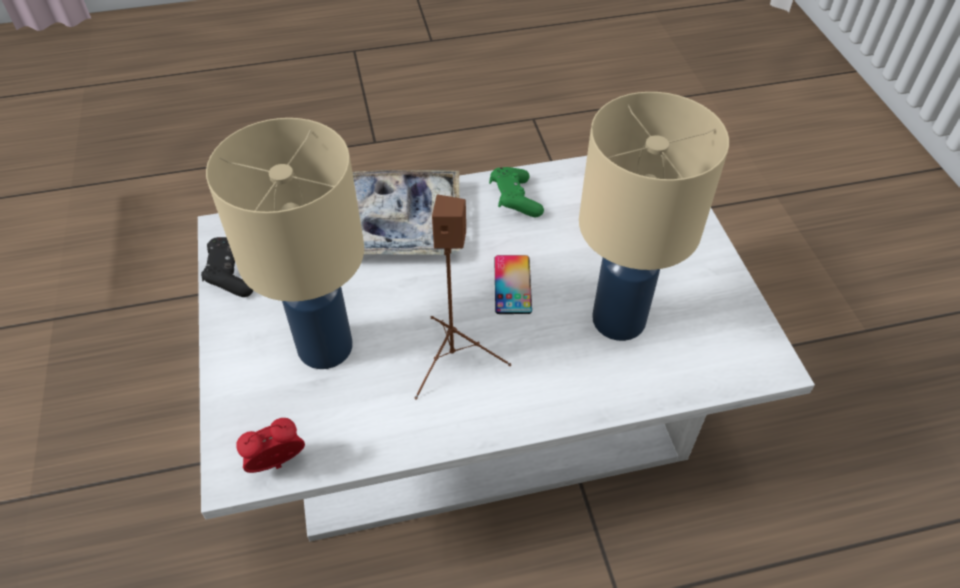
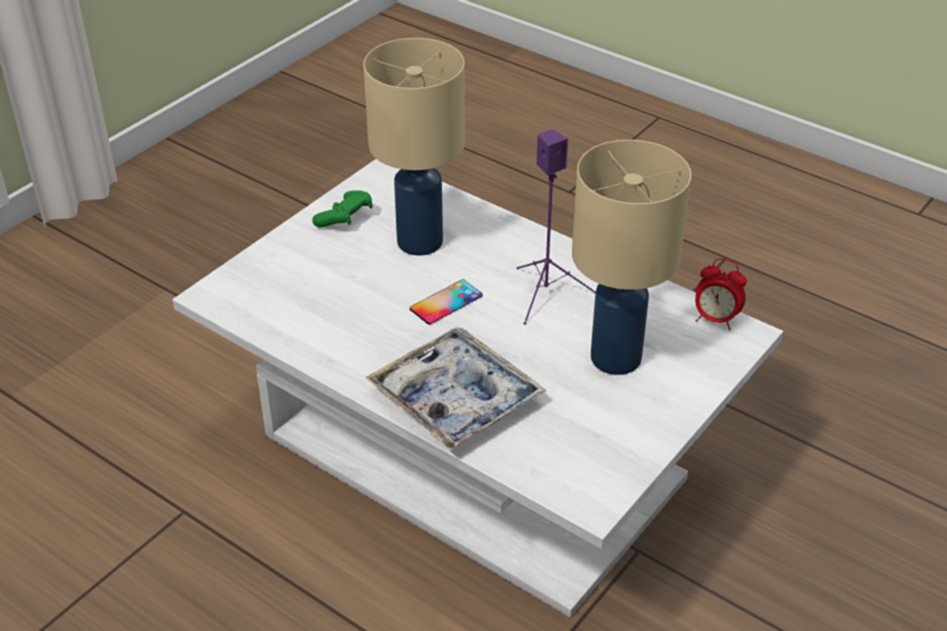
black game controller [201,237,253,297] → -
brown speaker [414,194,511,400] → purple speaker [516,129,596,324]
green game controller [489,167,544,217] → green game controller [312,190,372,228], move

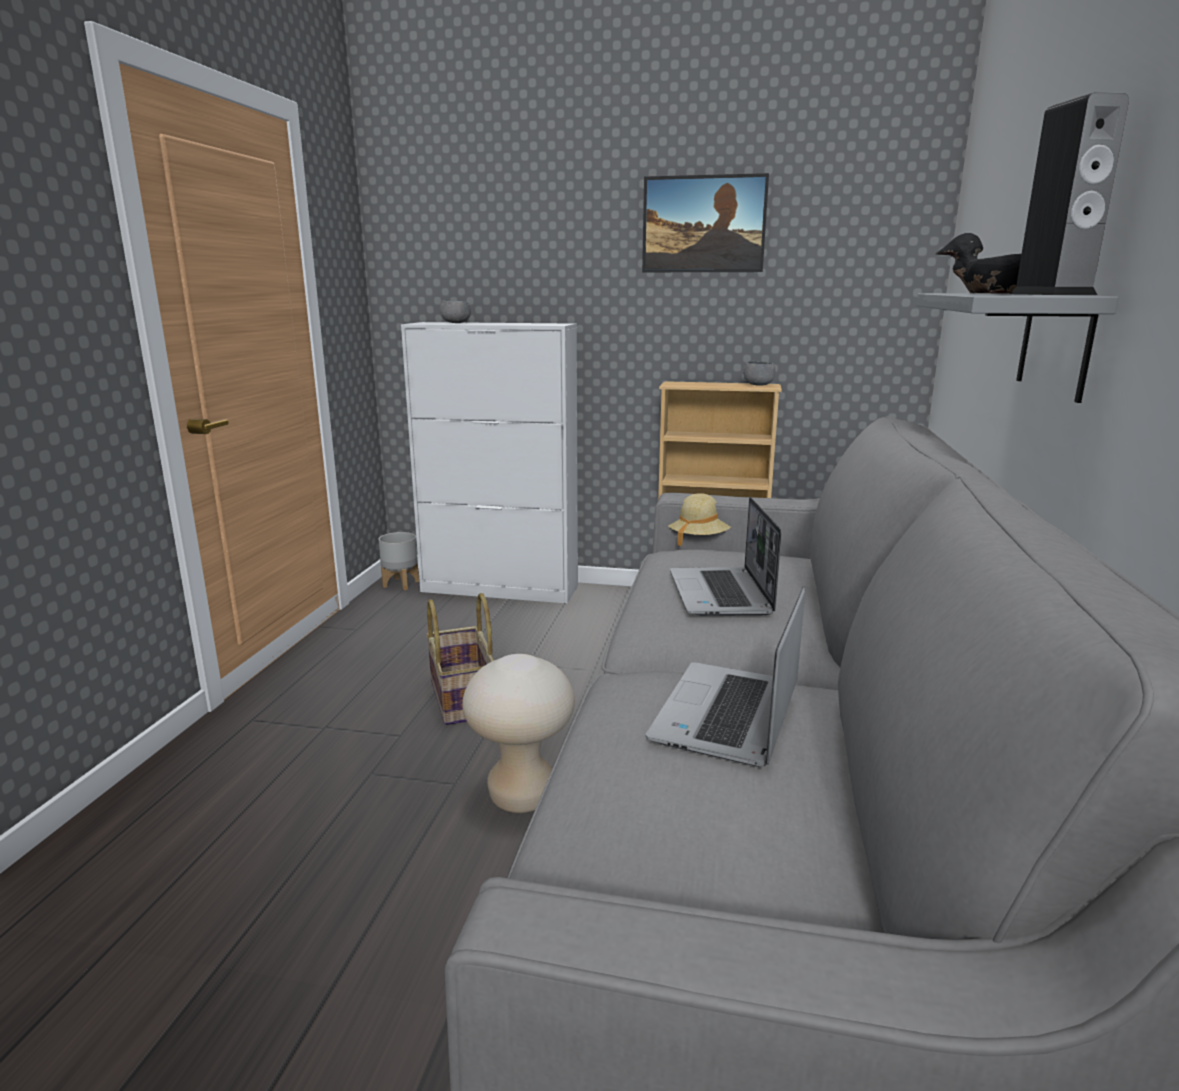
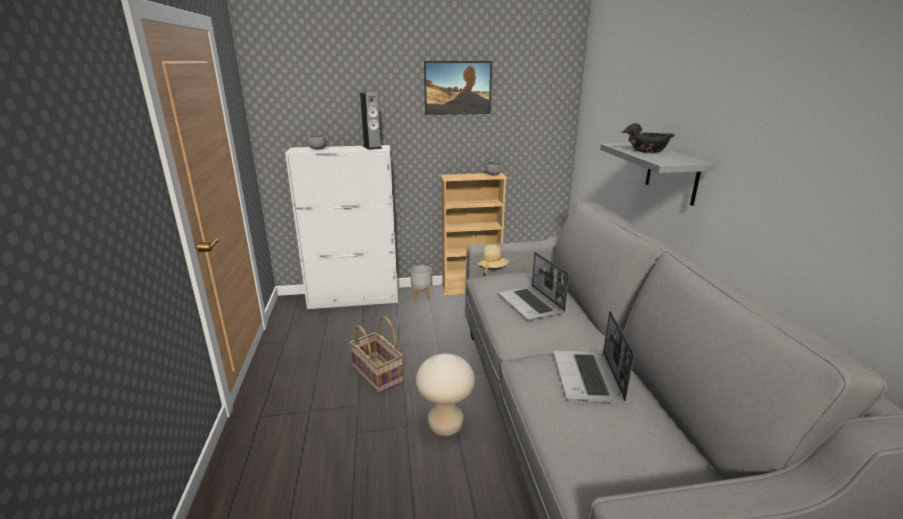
grey planter [379,532,419,590] → grey planter [410,266,432,300], move
speaker [1010,92,1129,295] → speaker [360,91,382,150], move

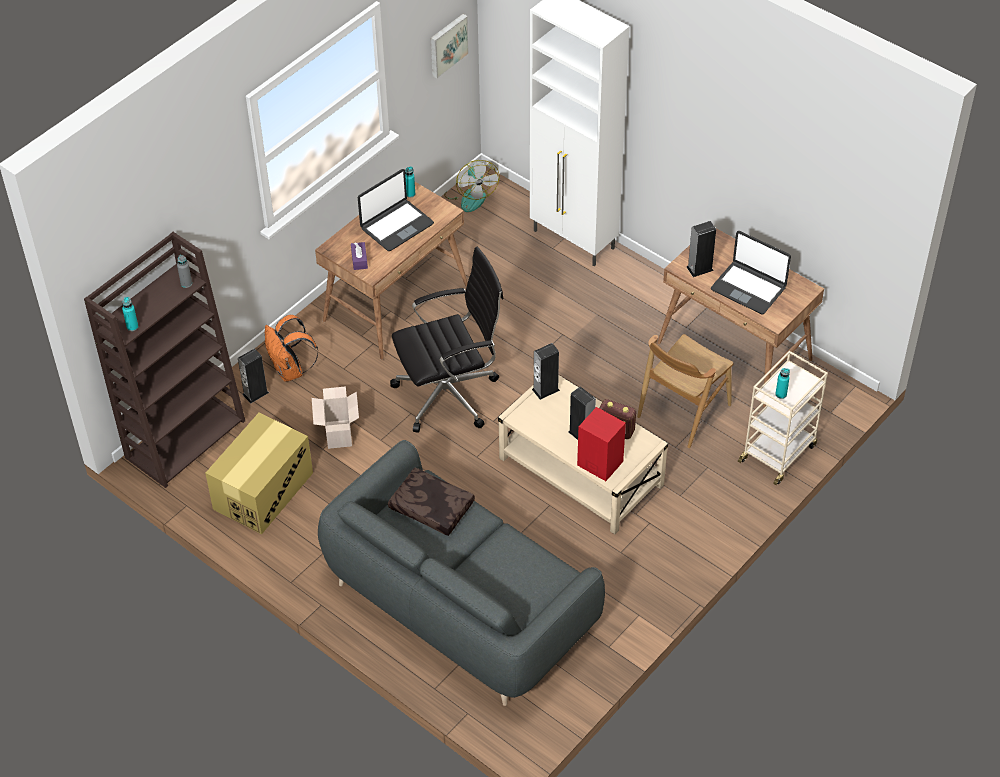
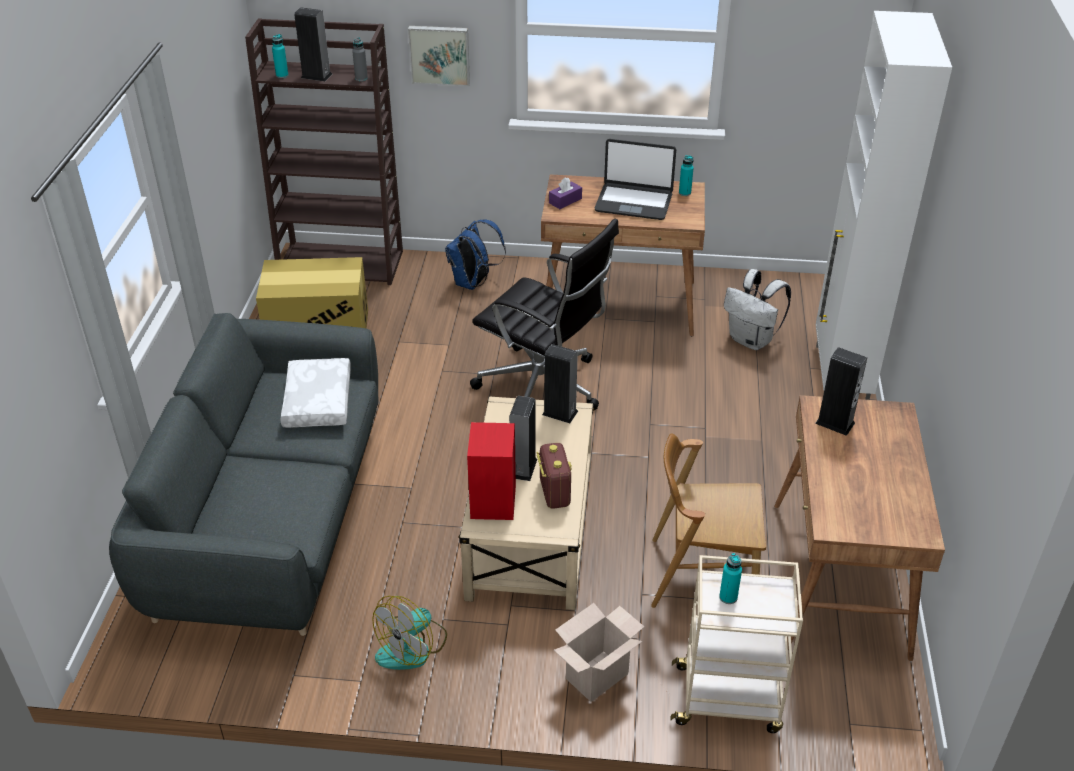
speaker [238,348,269,403] → speaker [294,7,332,81], move
orange backpack [265,315,318,382] → blue backpack [445,220,506,290]
cardboard box [312,386,359,449] → cardboard box [554,603,644,702], move
brown pillow [388,467,475,536] → white pillow [280,358,351,428]
picture [431,14,469,79] → picture [408,26,470,86], move
fan [444,160,500,212] → fan [372,596,447,670], move
laptop [711,231,791,314] → -
- → white backpack [724,269,791,350]

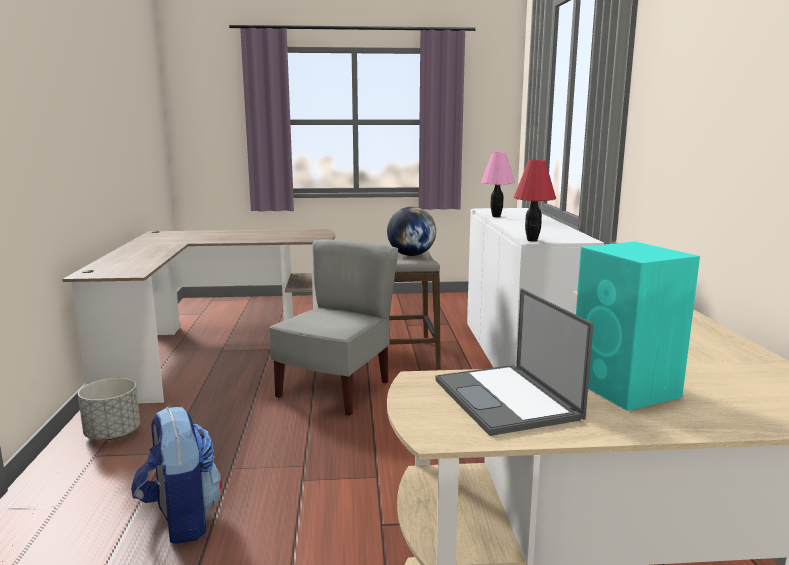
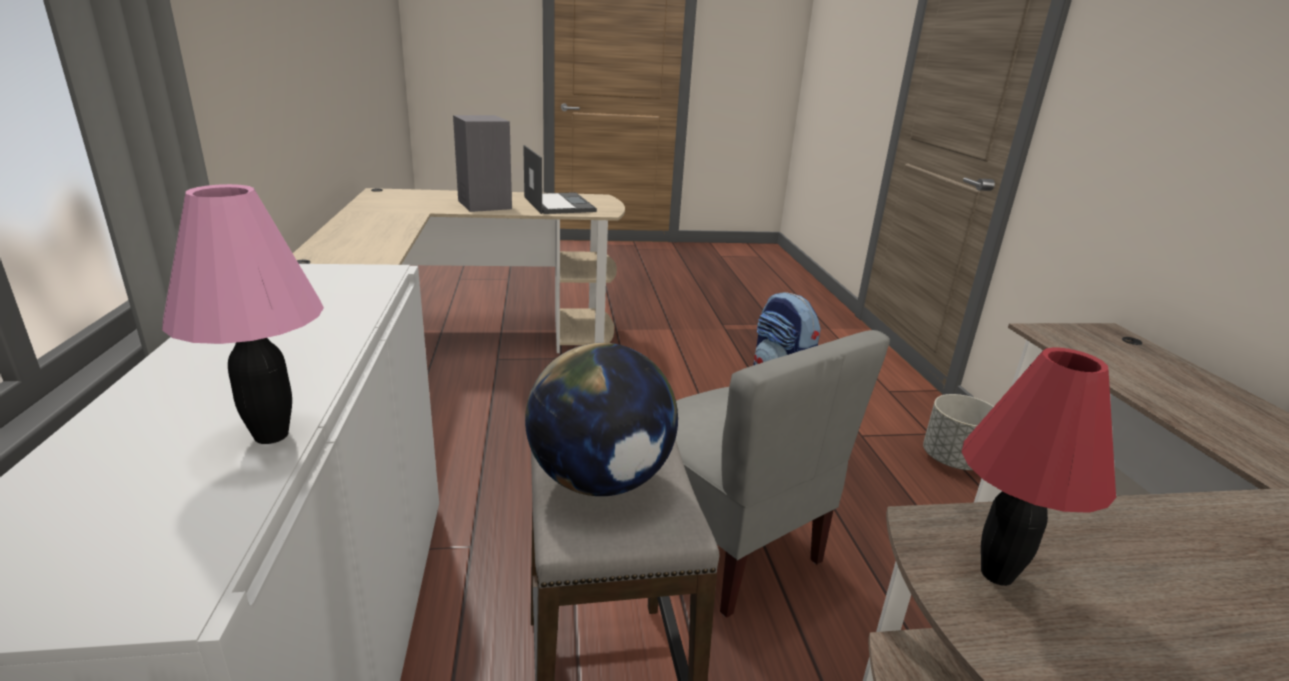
grey chair [269,240,398,416] → grey chair [676,330,890,618], 60 degrees counterclockwise
red table lamp [514,160,556,241] → red table lamp [962,347,1116,586], move
turquoise speaker [576,241,700,411] → grey speaker [453,115,512,212]

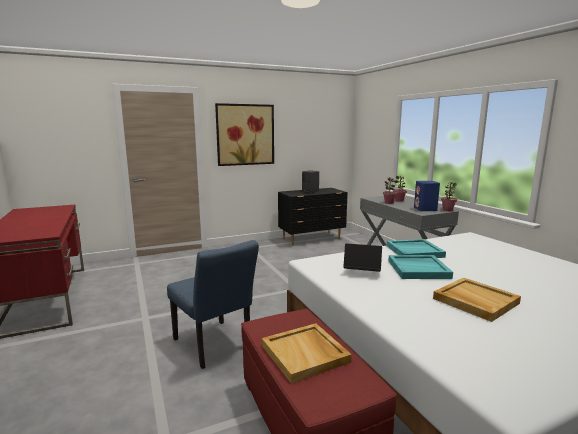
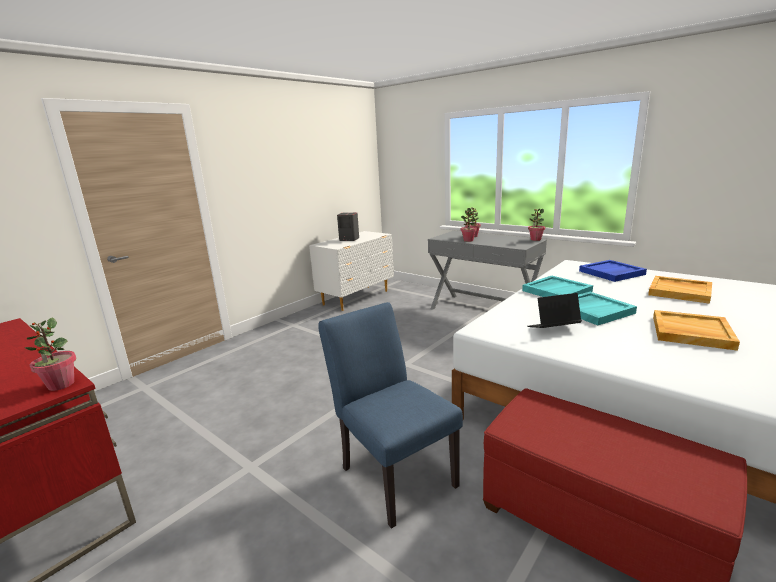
blue chair [167,240,259,369] → blue chair [318,302,463,529], 150 degrees counterclockwise
picture [215,103,274,166] → -
beige tray [262,323,352,384] → beige tray [648,276,712,304], move
black dresser [278,188,348,246] → white dresser [309,231,394,311]
blue speaker [414,181,440,211] → -
- → potted plant [25,317,76,391]
- → blue tray [579,260,647,282]

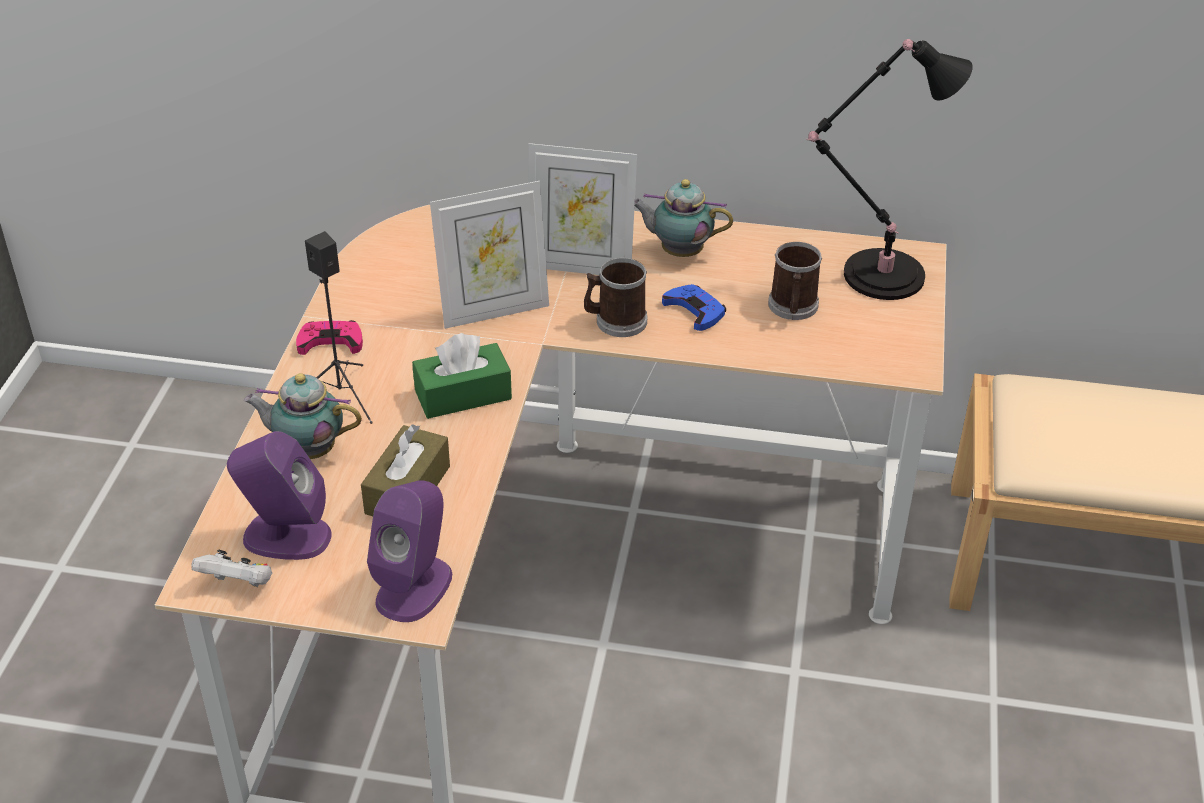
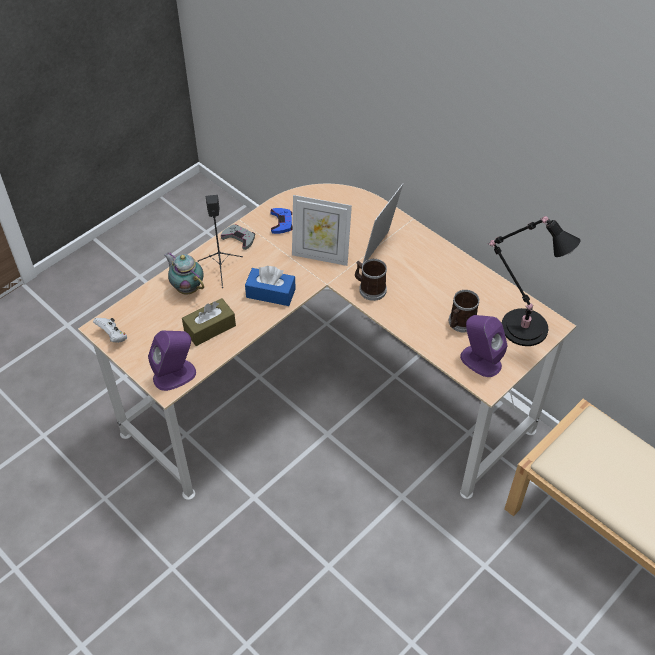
purple speaker [227,431,331,560] → purple speaker [460,315,508,377], move
pink game controller [296,320,363,355] → grey game controller [221,224,255,250]
green tissue box [412,333,512,419] → blue tissue box [245,266,296,306]
picture frame [528,143,637,275] → picture frame [363,184,403,263], 75 degrees clockwise
teapot [635,179,733,257] → -
blue game controller [662,284,726,331] → blue game controller [270,208,292,234], move

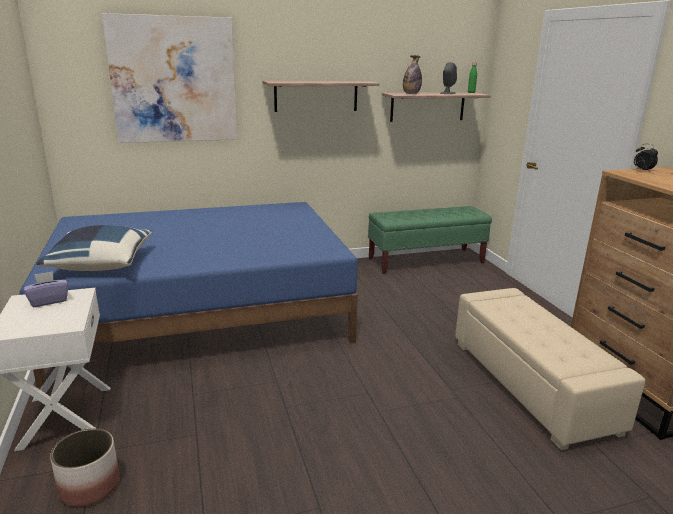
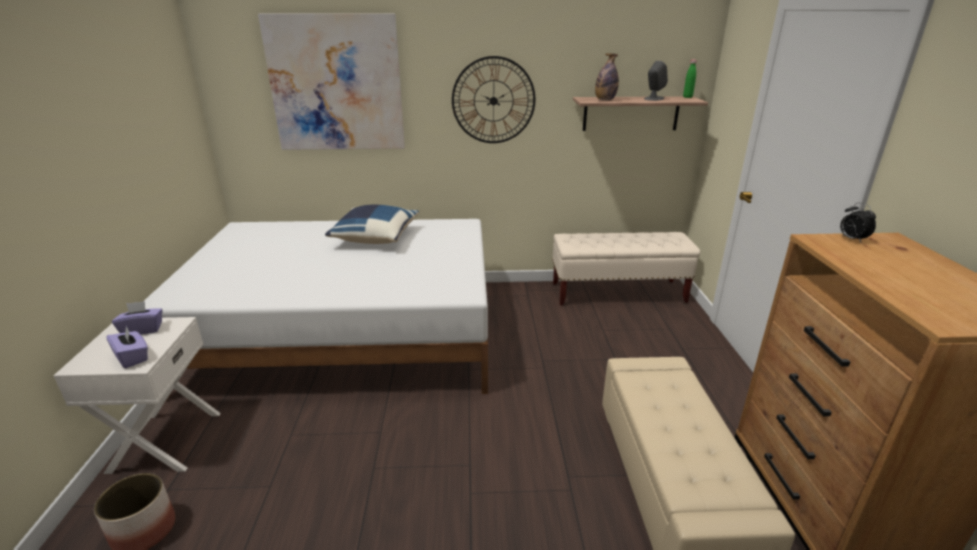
blue bed [19,202,358,388] → white bed [144,219,488,402]
blue pillow [36,225,152,271] → blue pillow [325,205,419,244], move
shelf [263,81,379,112] → wall clock [452,56,535,143]
green bench [368,206,492,274] → beige bench [552,232,700,305]
- → purple tissue box [106,326,148,368]

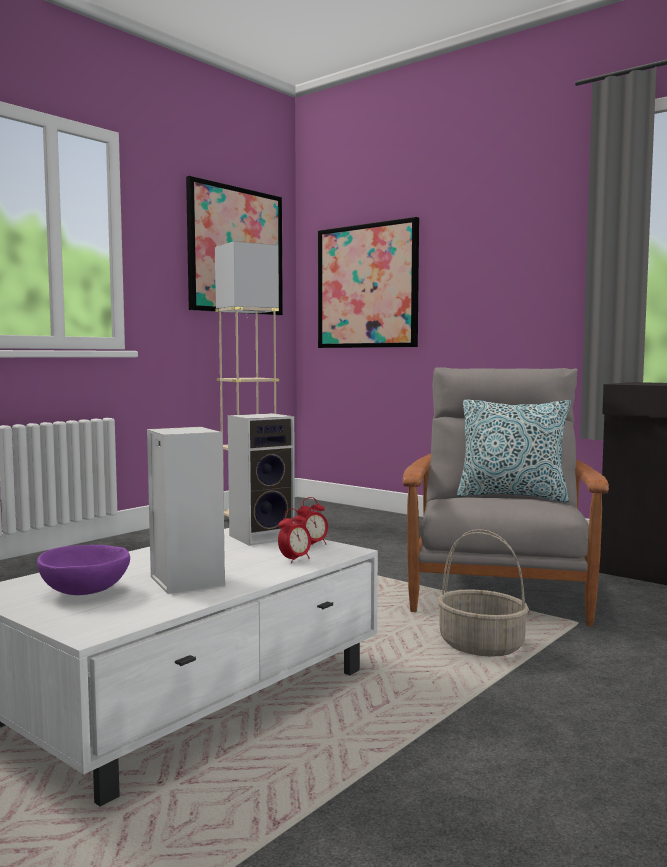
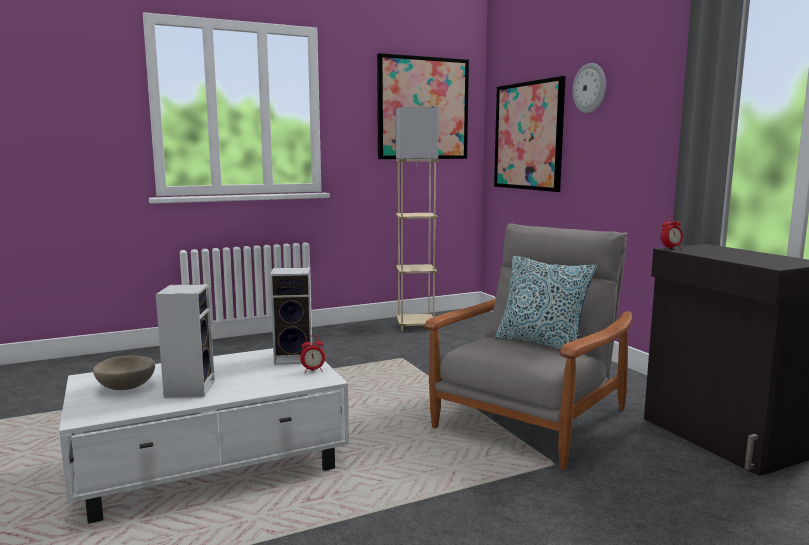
purple bowl [37,545,130,595] → beige bowl [93,355,155,390]
alarm clock [278,508,311,563] → alarm clock [661,216,683,249], move
basket [437,529,529,657] → -
- → wall clock [572,63,606,113]

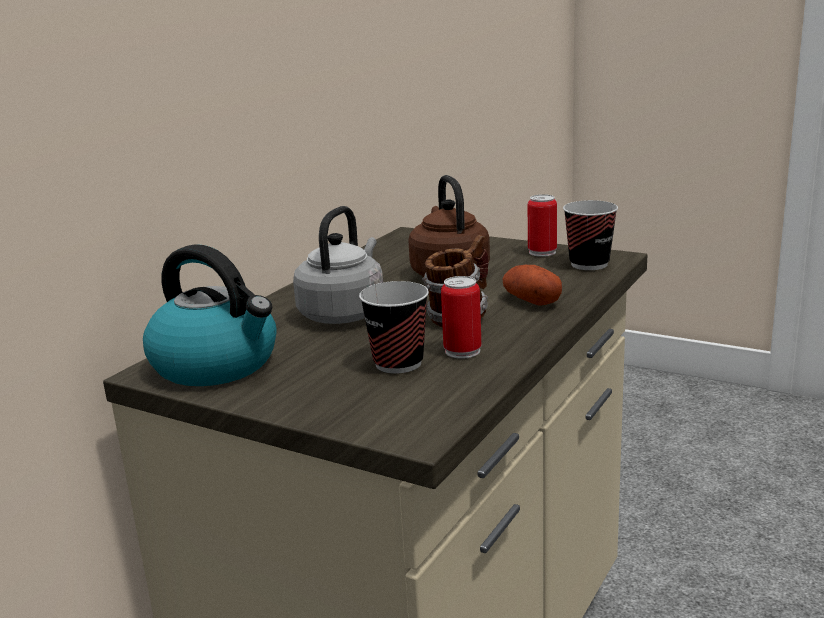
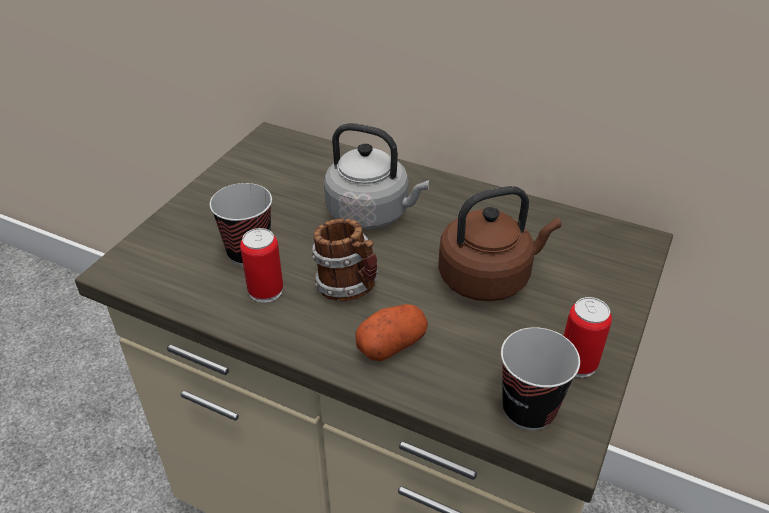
kettle [143,244,277,386] → -

